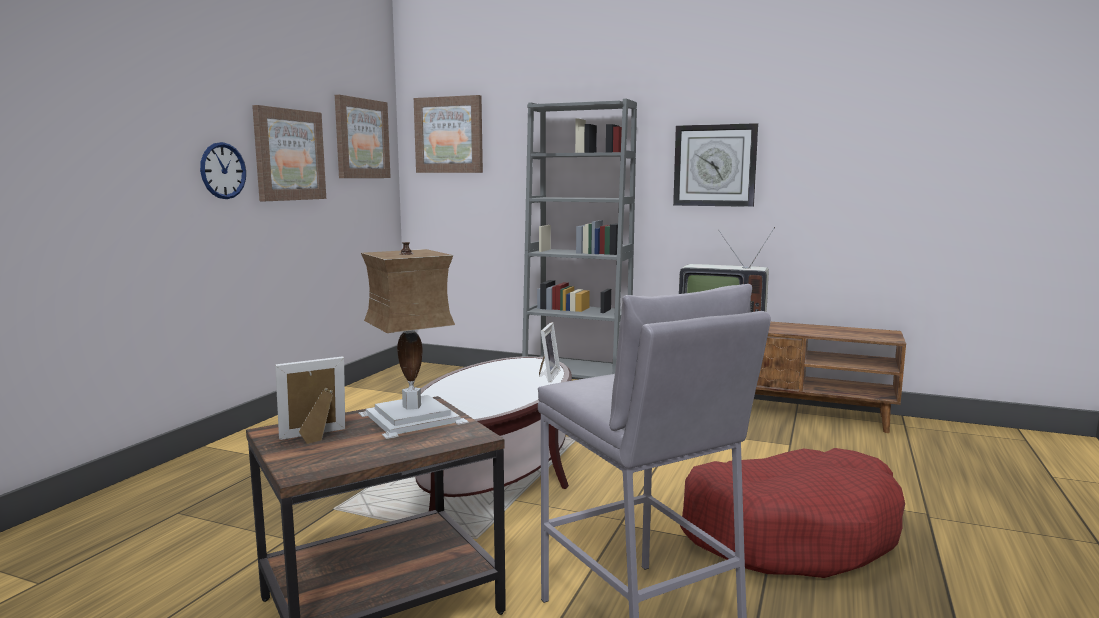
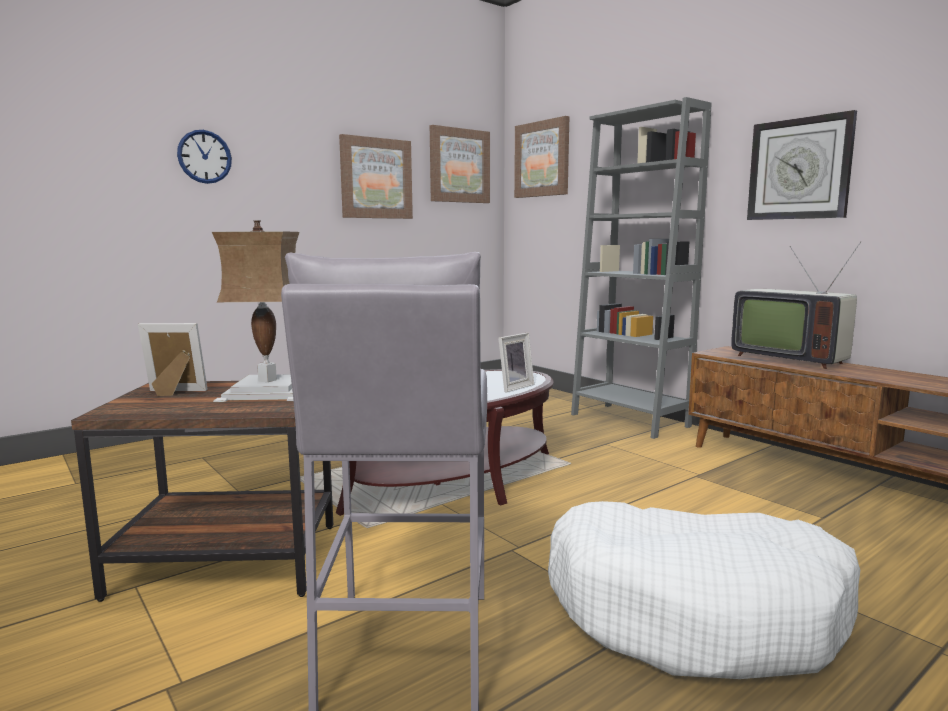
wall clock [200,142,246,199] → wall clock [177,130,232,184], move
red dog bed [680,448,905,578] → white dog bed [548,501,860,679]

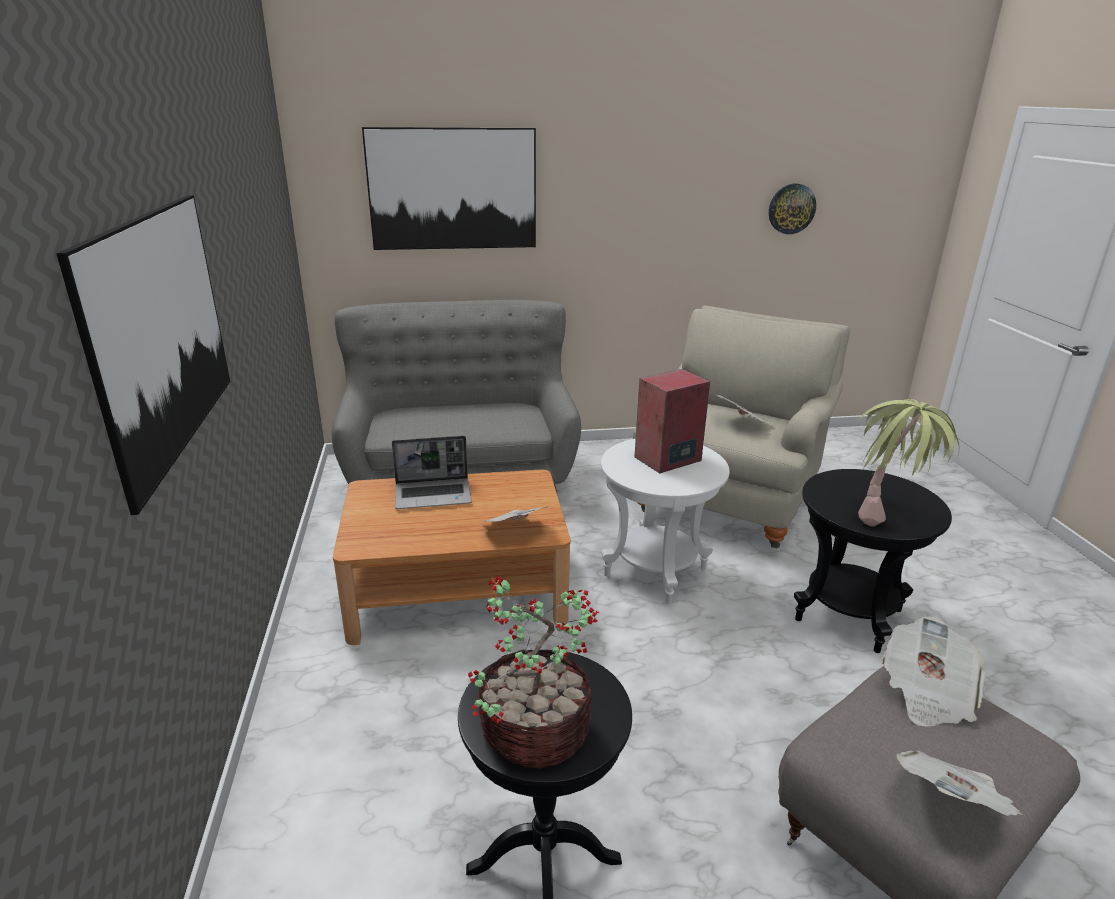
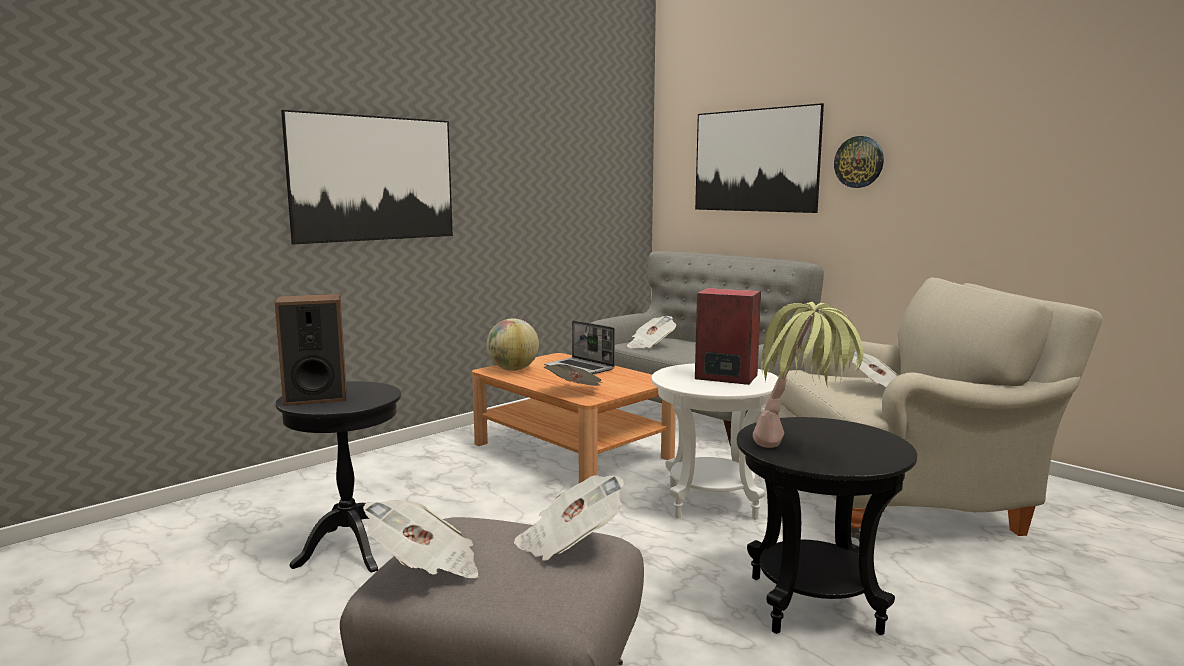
potted plant [468,576,600,768] → speaker [275,294,347,406]
wall clock [769,184,816,234] → wall clock [834,136,884,188], move
- → globe [487,319,539,371]
- → newspaper [627,316,676,348]

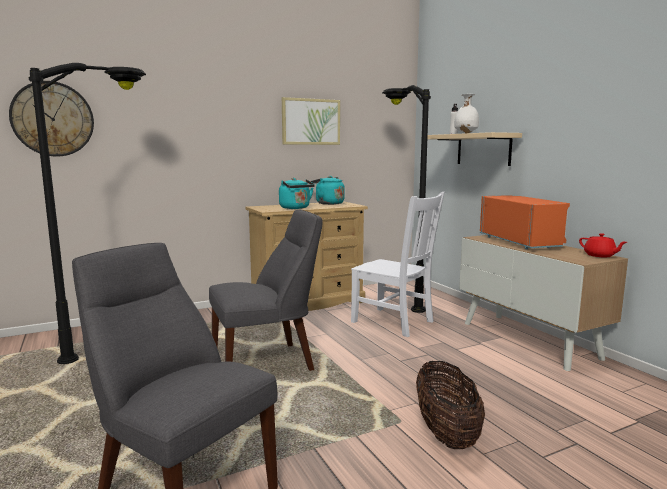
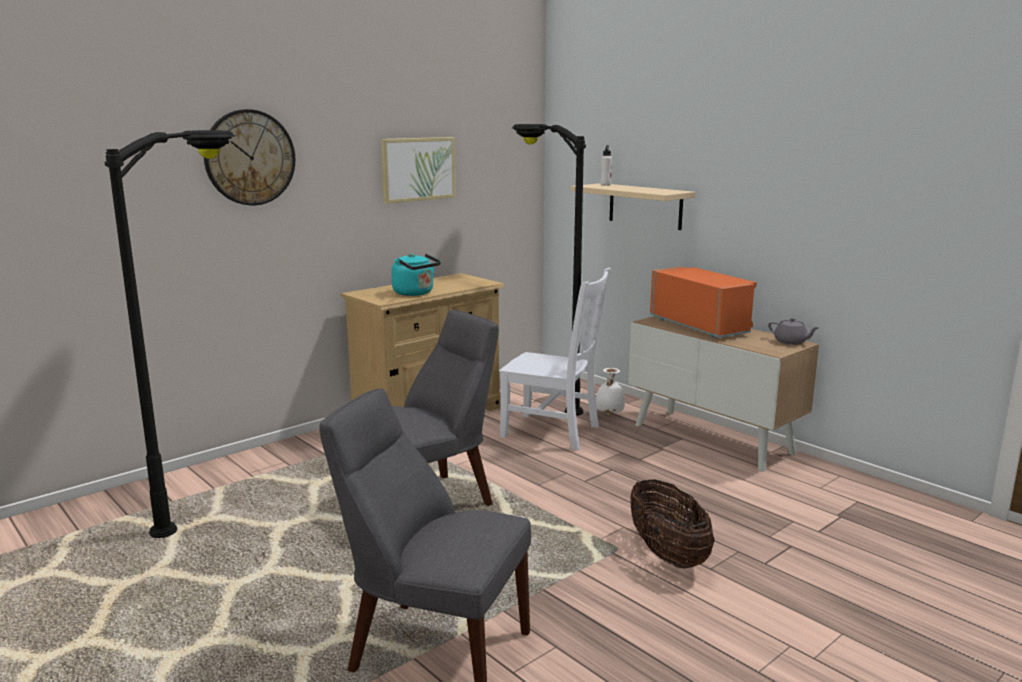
wall clock [9,81,94,157] → wall clock [204,109,295,205], move
turquoise kettle [310,176,345,205] → -
white vase [454,94,479,133] → white vase [596,368,625,415], move
red teapot [579,233,627,257] → grey teapot [768,318,819,345]

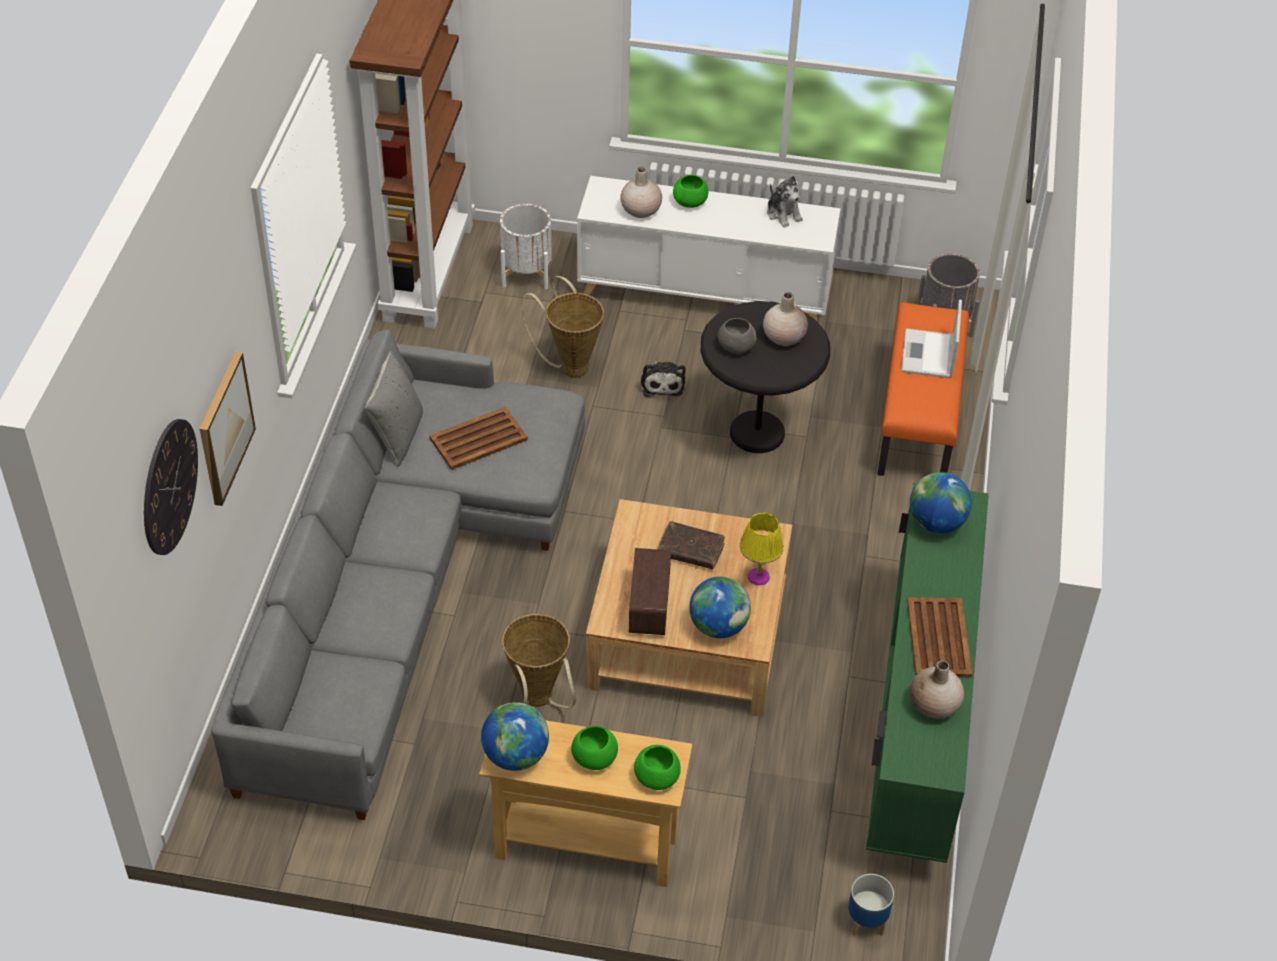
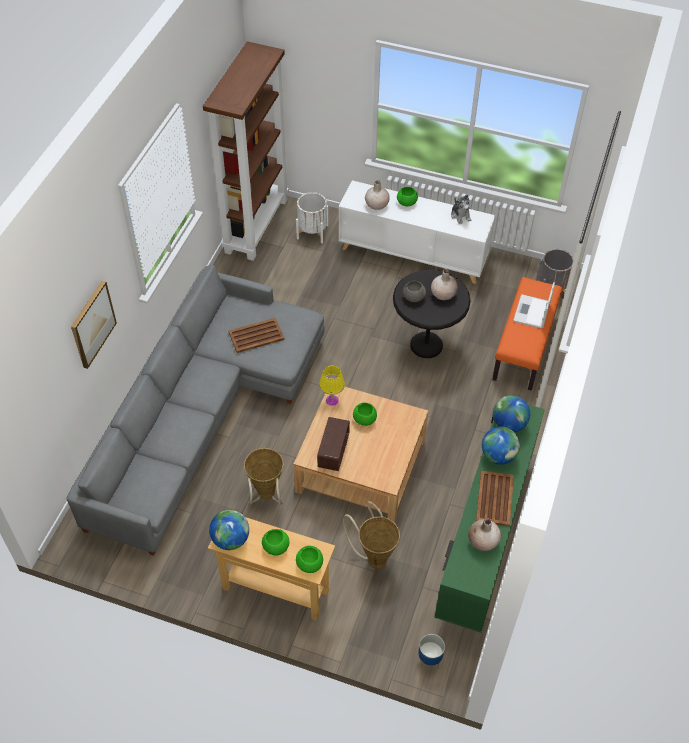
wall clock [144,419,198,555] → -
grey pillow [365,351,423,466] → -
basket [521,276,604,378] → basket [343,501,400,569], move
plush toy [641,361,686,397] → -
brown book [658,521,725,569] → green bowl [353,403,377,426]
globe [689,577,751,638] → globe [482,427,520,465], move
yellow table lamp [740,513,784,586] → yellow table lamp [319,365,345,406], move

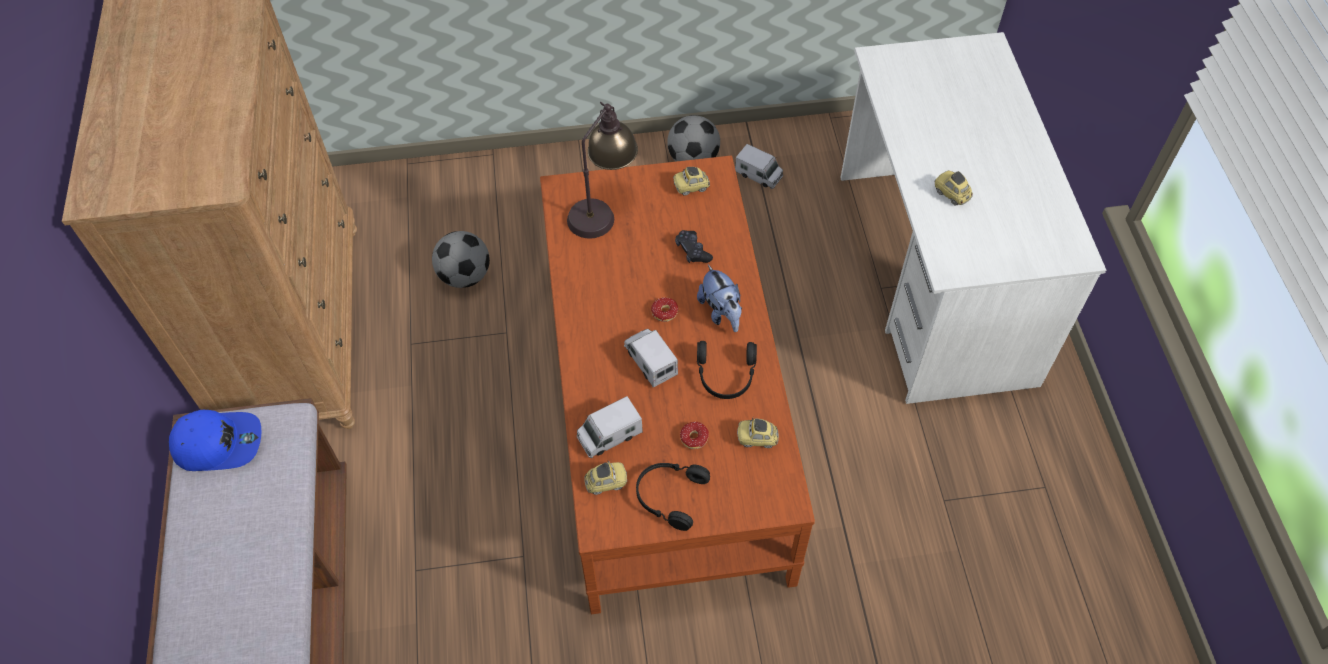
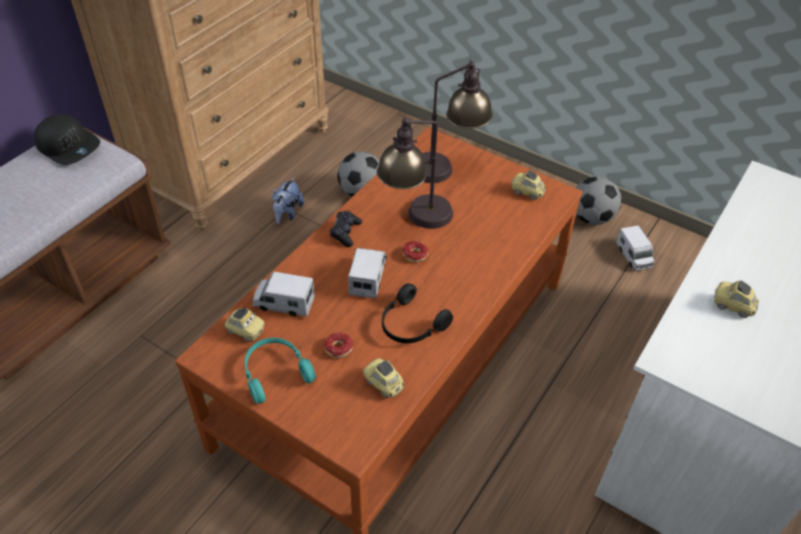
blue cap [169,410,261,471] → black cap [34,114,100,165]
black headphones [636,463,710,531] → turquoise headphones [245,338,316,404]
black game controller [675,230,713,263] → black game controller [330,211,362,247], move
plush toy [697,265,742,332] → plush toy [273,178,304,224], move
toy car [935,171,973,206] → toy car [714,281,759,318], 60 degrees counterclockwise
- → table lamp [377,118,453,229]

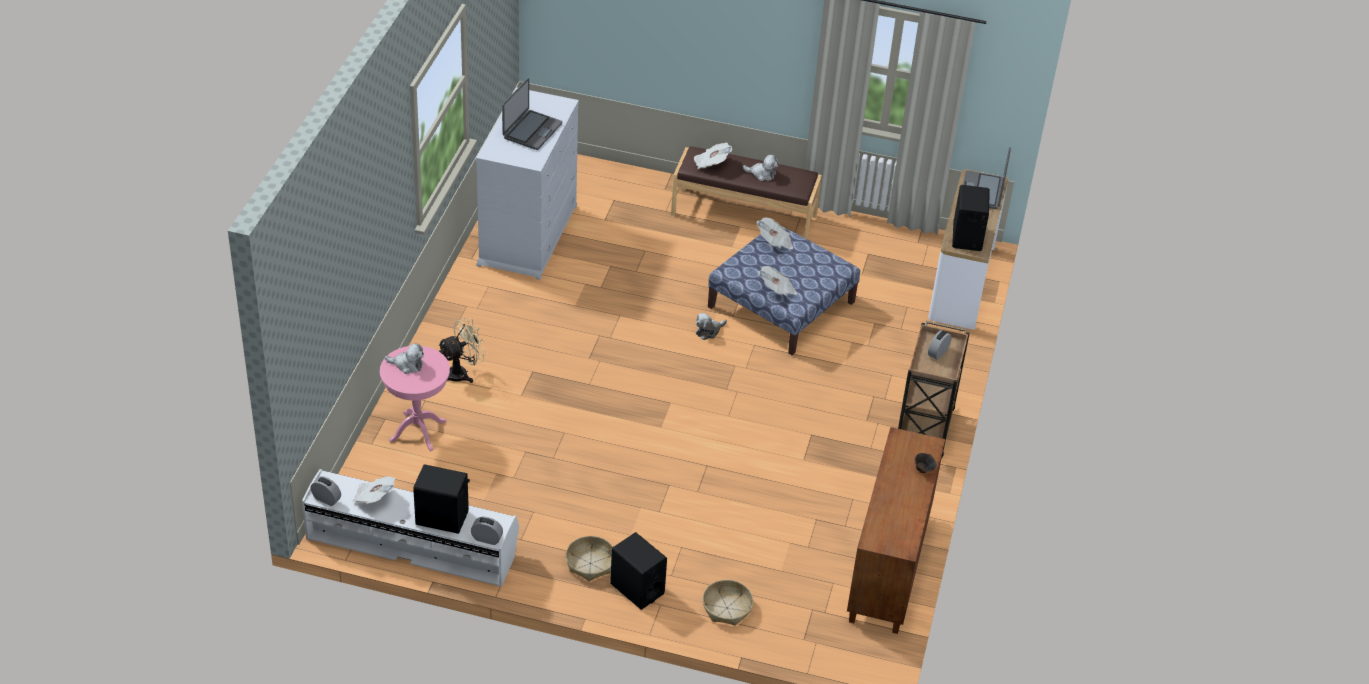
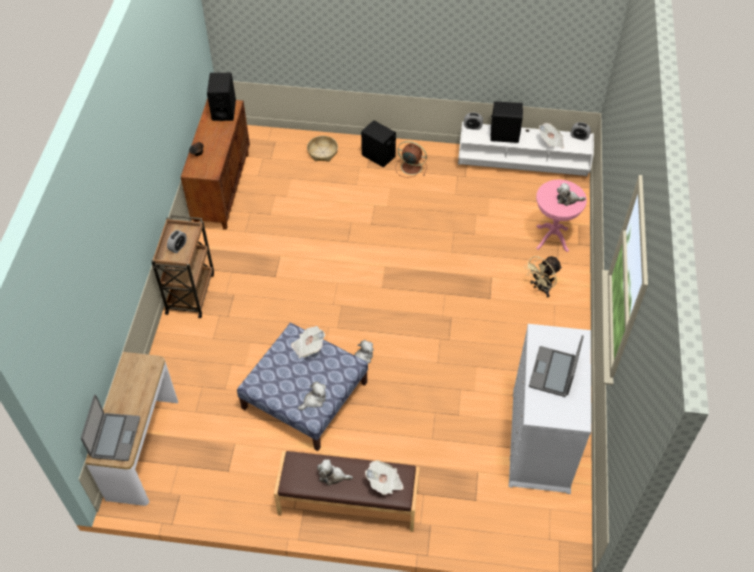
basket [566,536,613,581] → brown fan [395,141,427,177]
newspaper [757,218,793,249] → plush toy [298,382,326,410]
black speaker [952,185,990,251] → black speaker [207,73,236,121], move

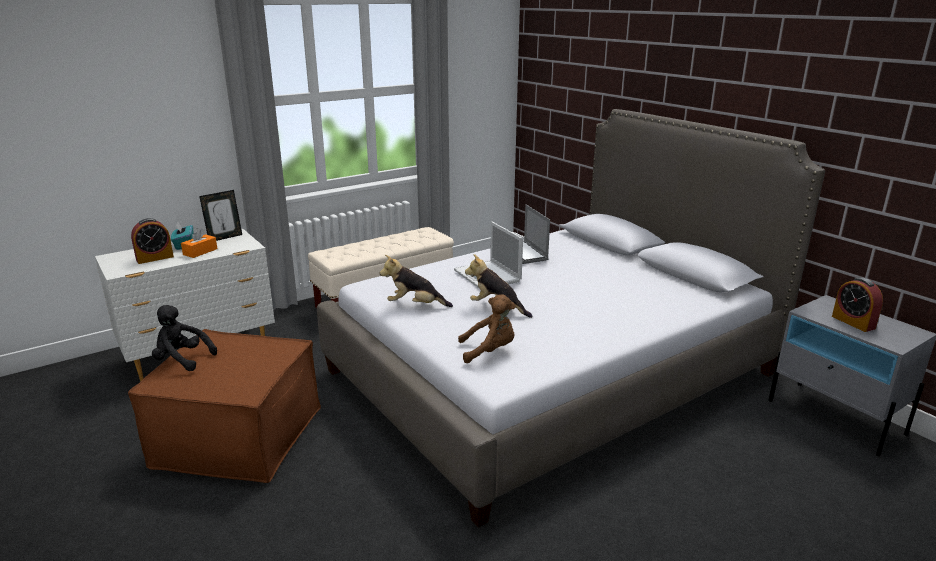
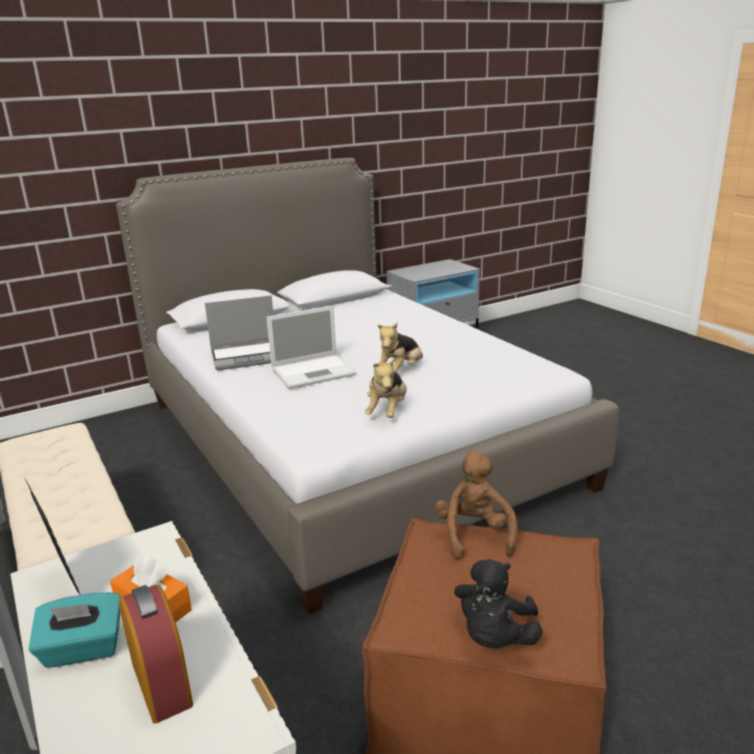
brown plush toy [458,295,515,363] → brown plush toy [435,451,518,558], move
alarm clock [832,278,883,332] → -

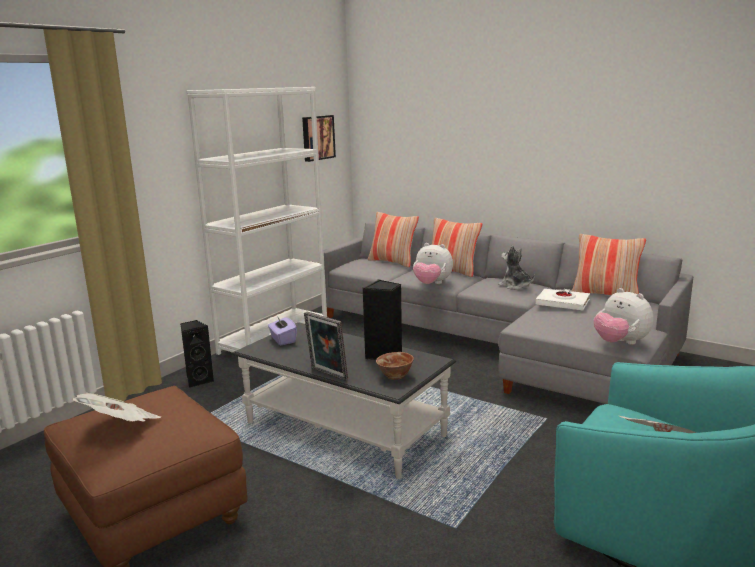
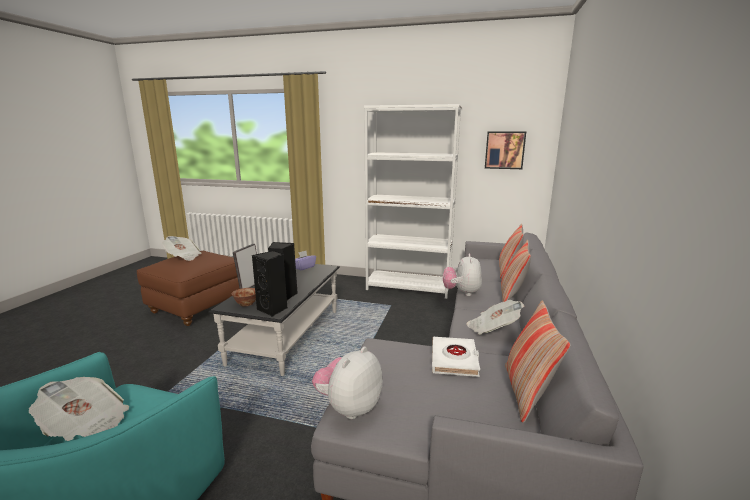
black speaker [180,320,214,388] → black speaker [252,251,287,317], move
plush toy [498,245,535,290] → newspaper [466,300,524,335]

